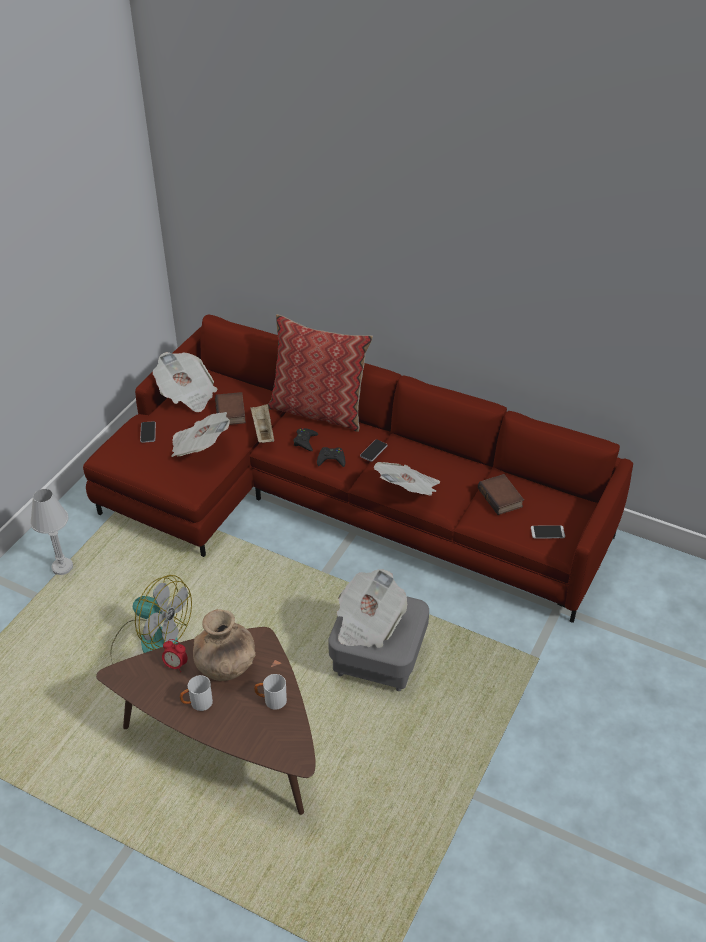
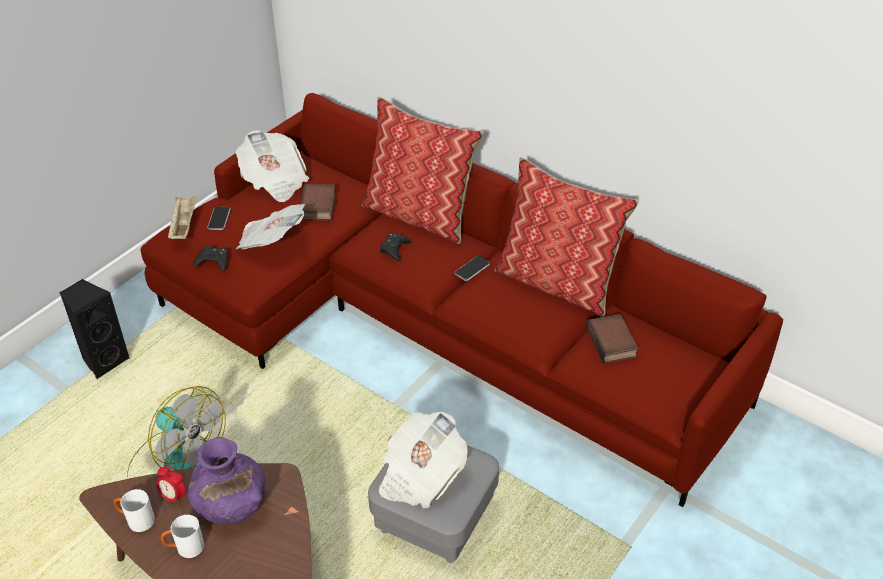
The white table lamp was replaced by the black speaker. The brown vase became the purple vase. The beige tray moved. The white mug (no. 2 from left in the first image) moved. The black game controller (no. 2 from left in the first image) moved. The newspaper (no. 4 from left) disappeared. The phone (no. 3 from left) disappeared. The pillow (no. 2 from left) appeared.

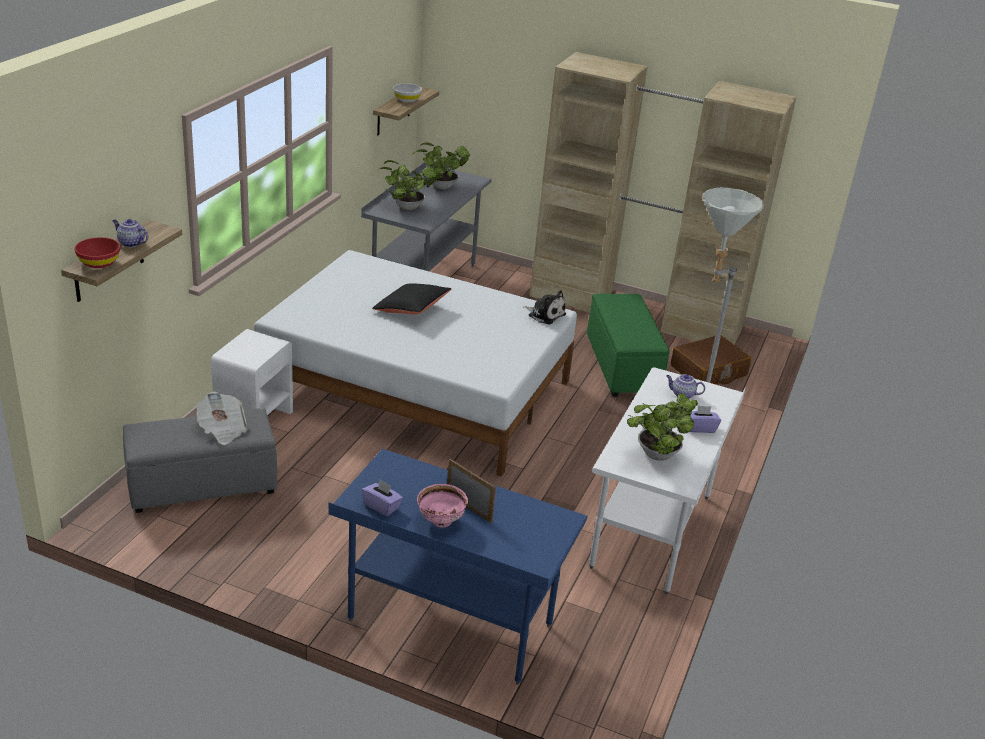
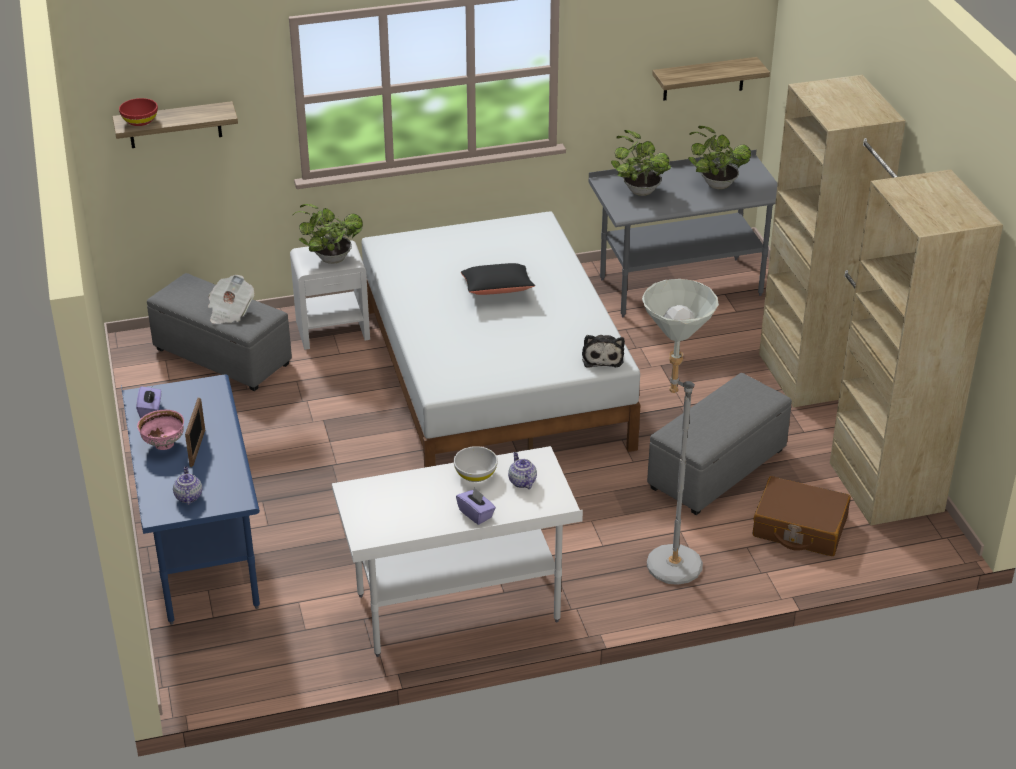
The teapot (no. 1 from left) moved. The white bowl moved. The green ottoman became the grey ottoman (no. 2 from left). The potted plant (no. 3 from left in the first image) moved.

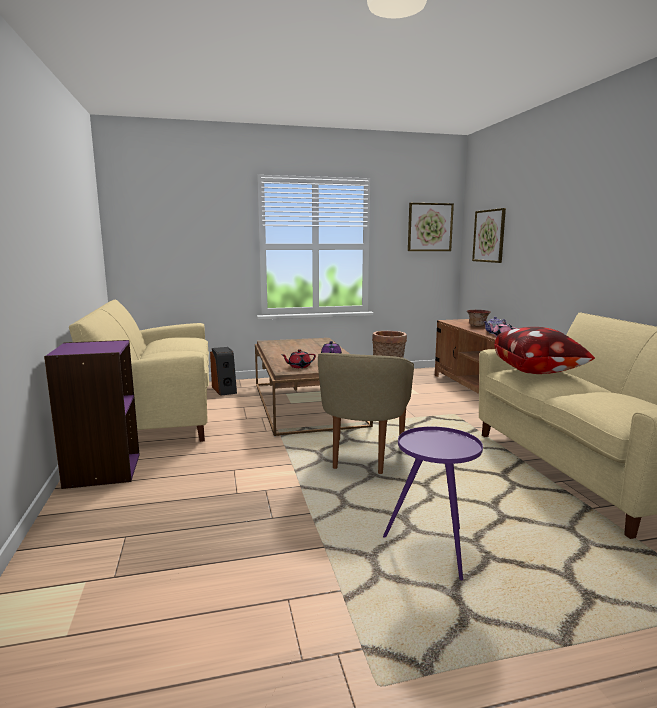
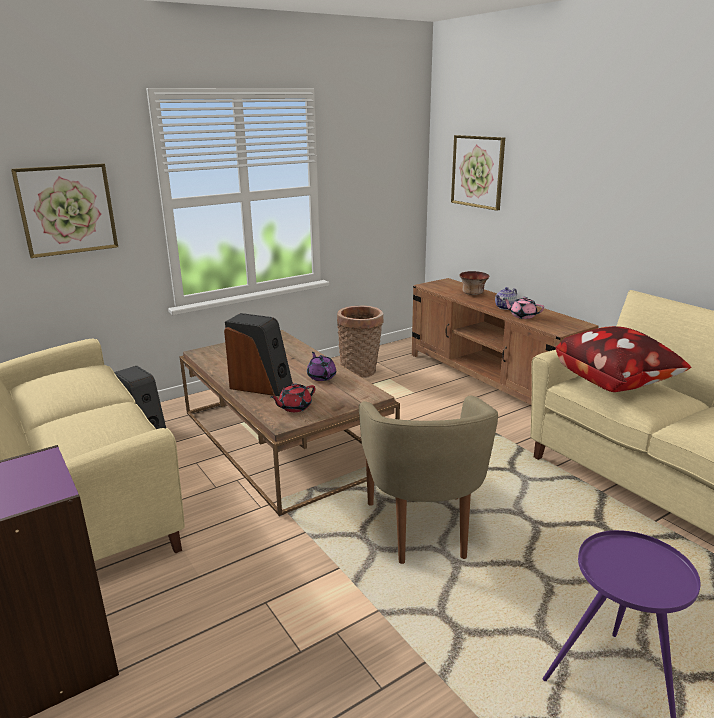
The picture (no. 1 from left) moved. The speaker (no. 2 from left) appeared.

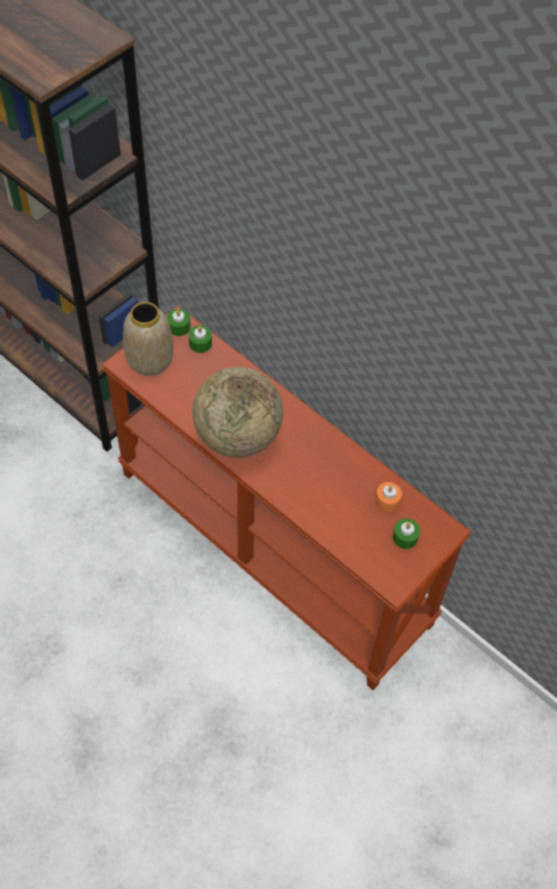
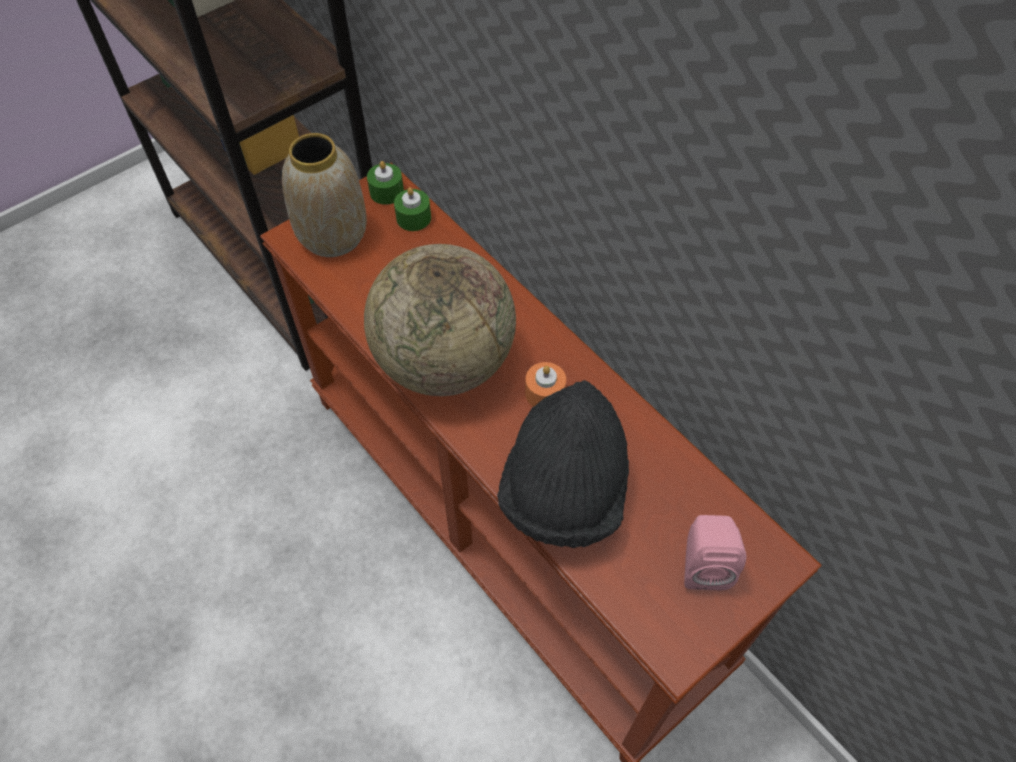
The orange candle moved. The green candle (no. 3 from left) was replaced by the pink speaker. The black hat appeared.

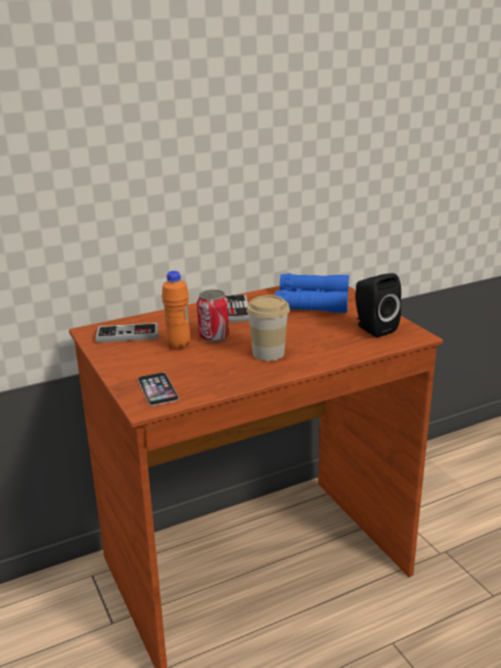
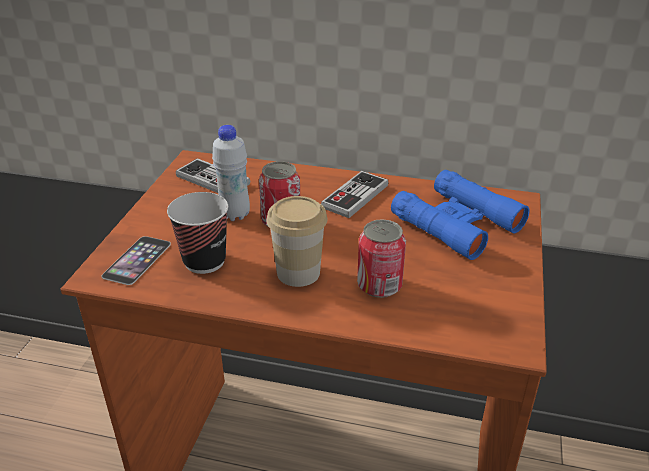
The orange bottle became the white bottle. The black speaker disappeared. The cup (no. 1 from left) appeared. The can (no. 2 from left) appeared.

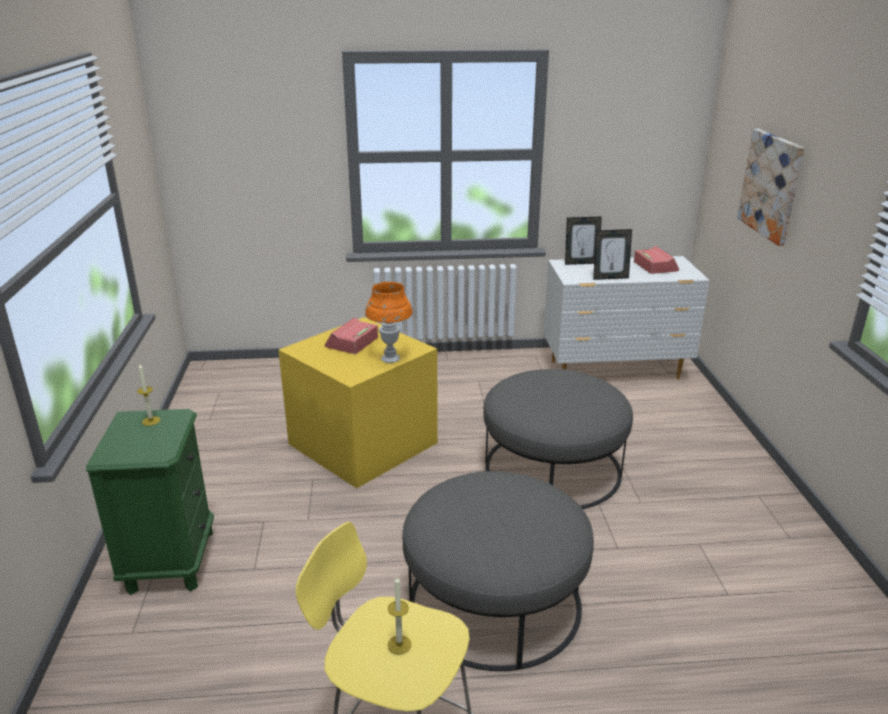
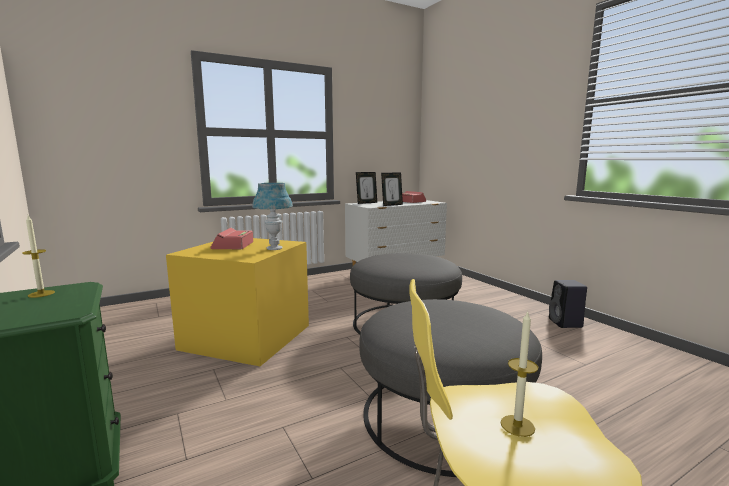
The orange table lamp became the blue table lamp. The picture disappeared. The black speaker appeared.

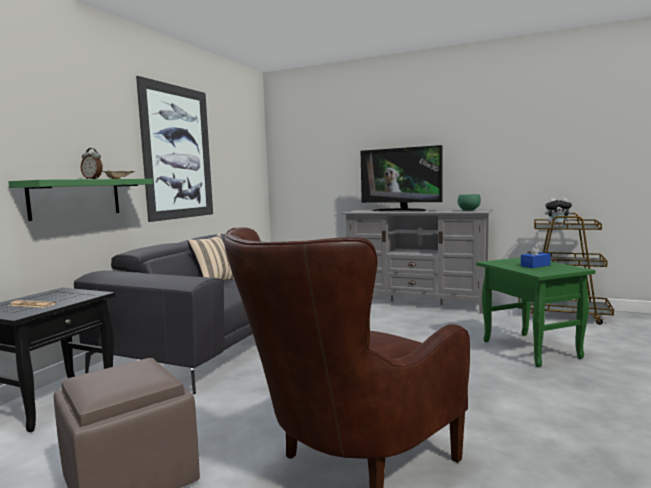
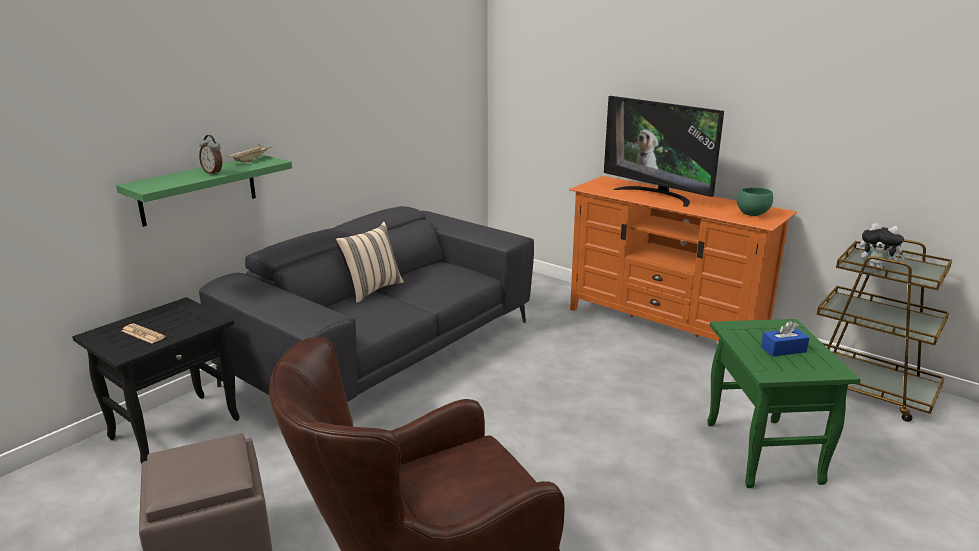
The picture disappeared. The grey tv stand became the orange tv stand.

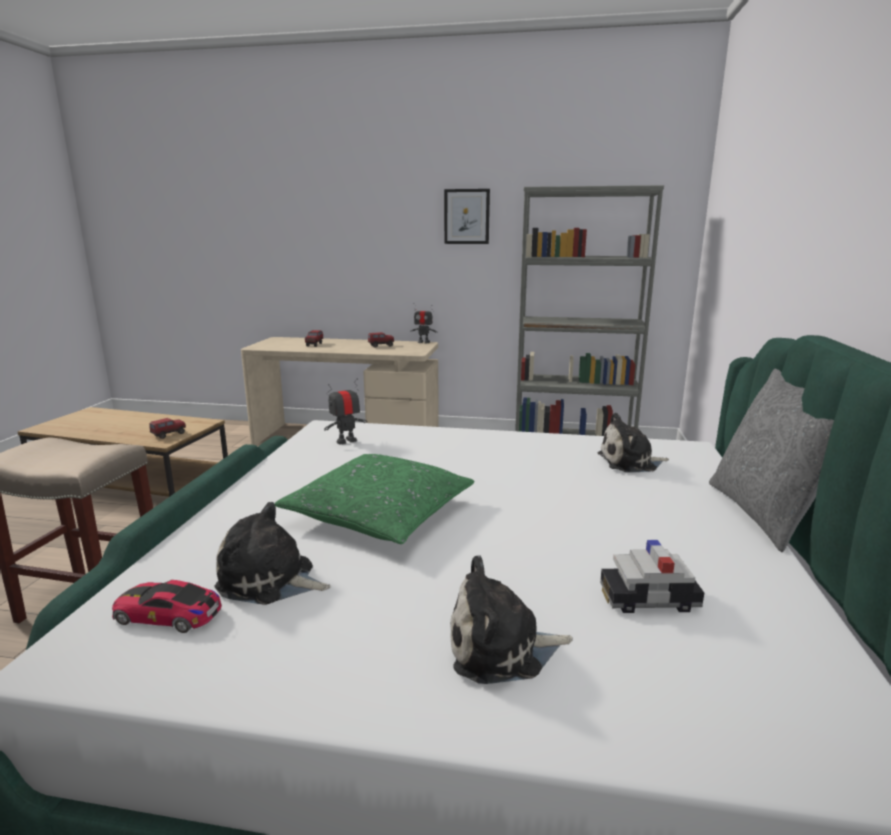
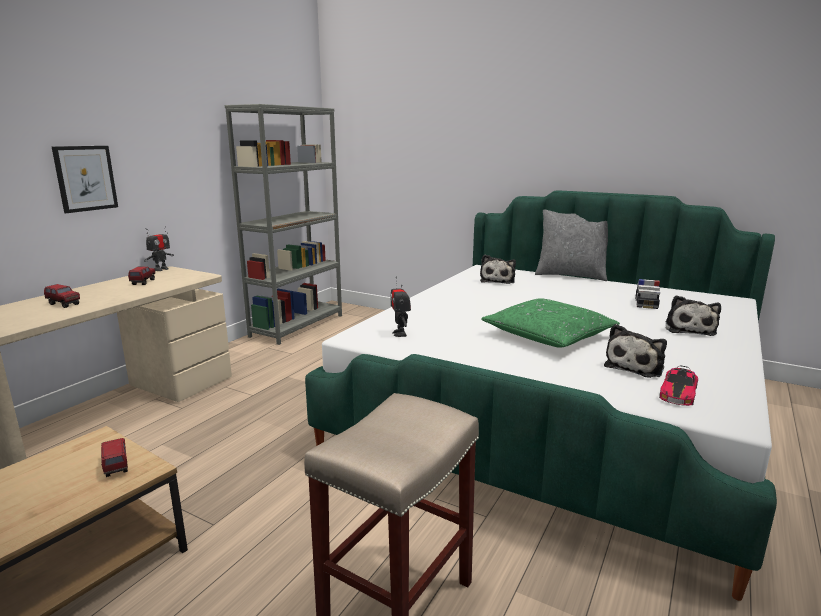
The picture moved.

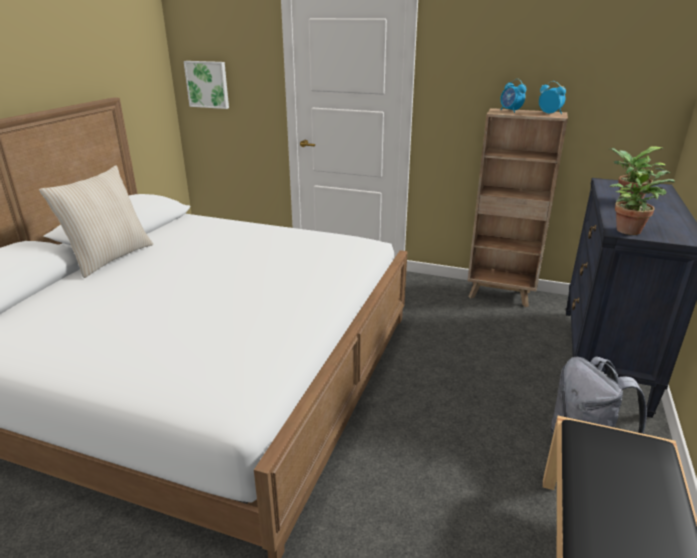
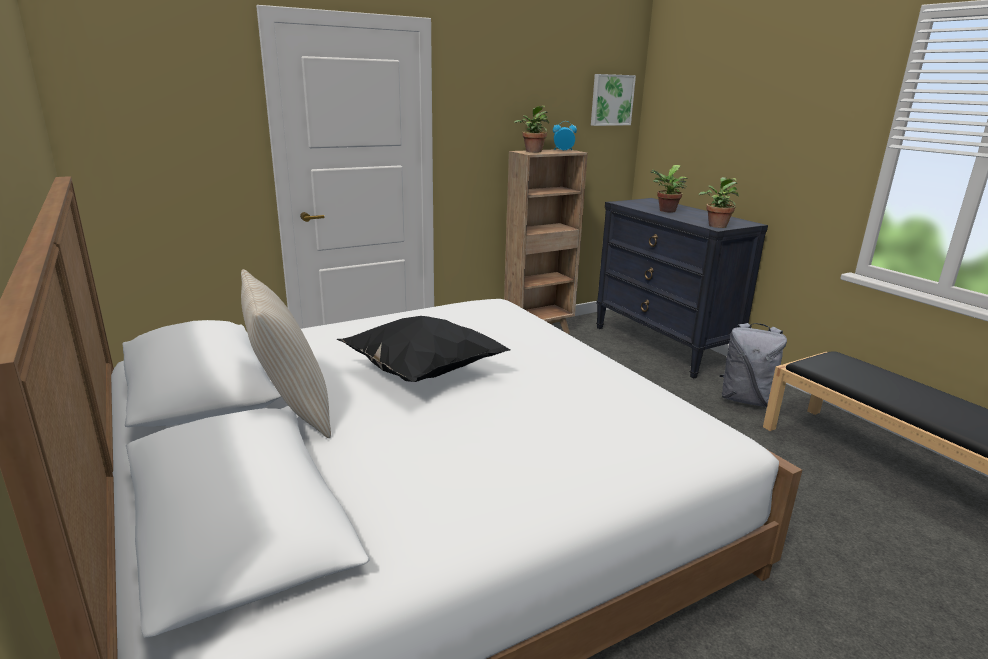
The picture moved. The alarm clock (no. 1 from left) was replaced by the potted plant (no. 1 from left). The black pillow appeared.

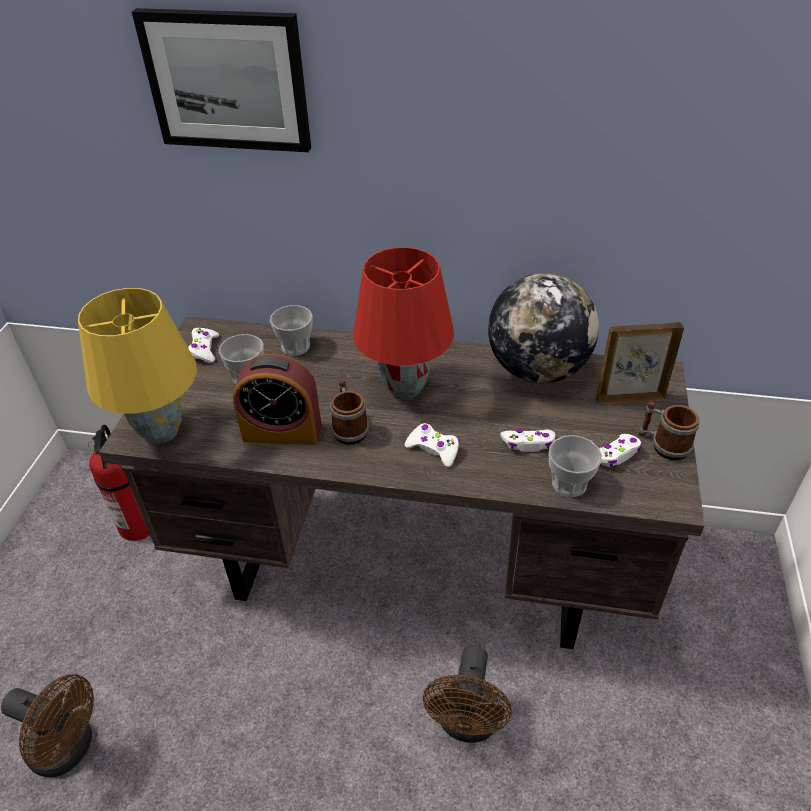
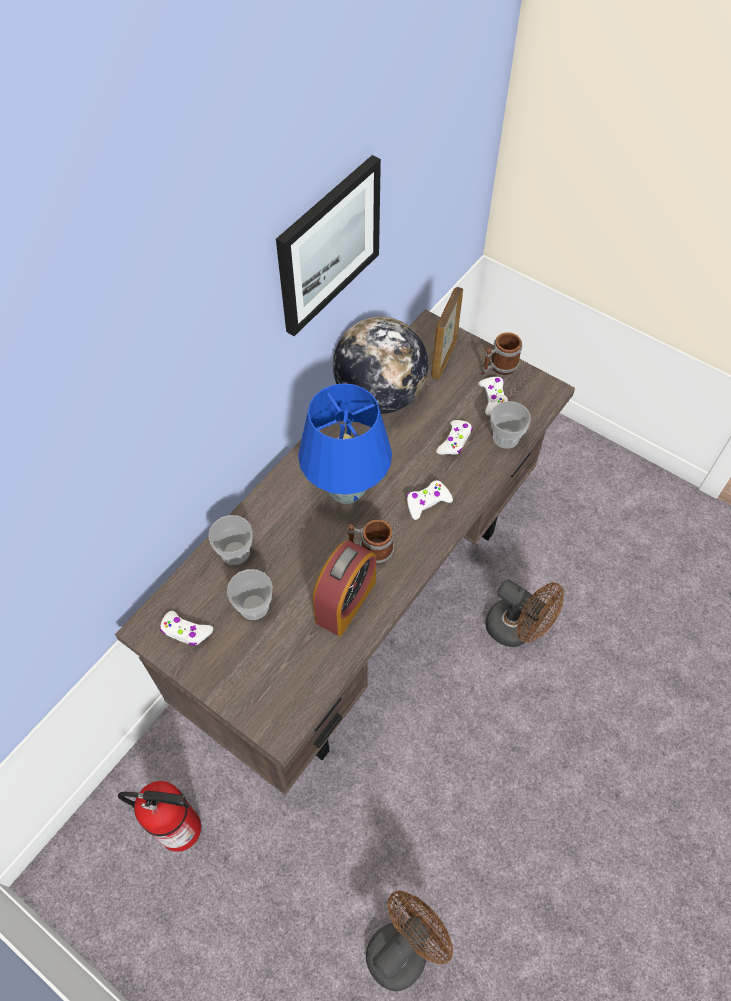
The yellow table lamp disappeared. The picture moved. The red table lamp became the blue table lamp.

